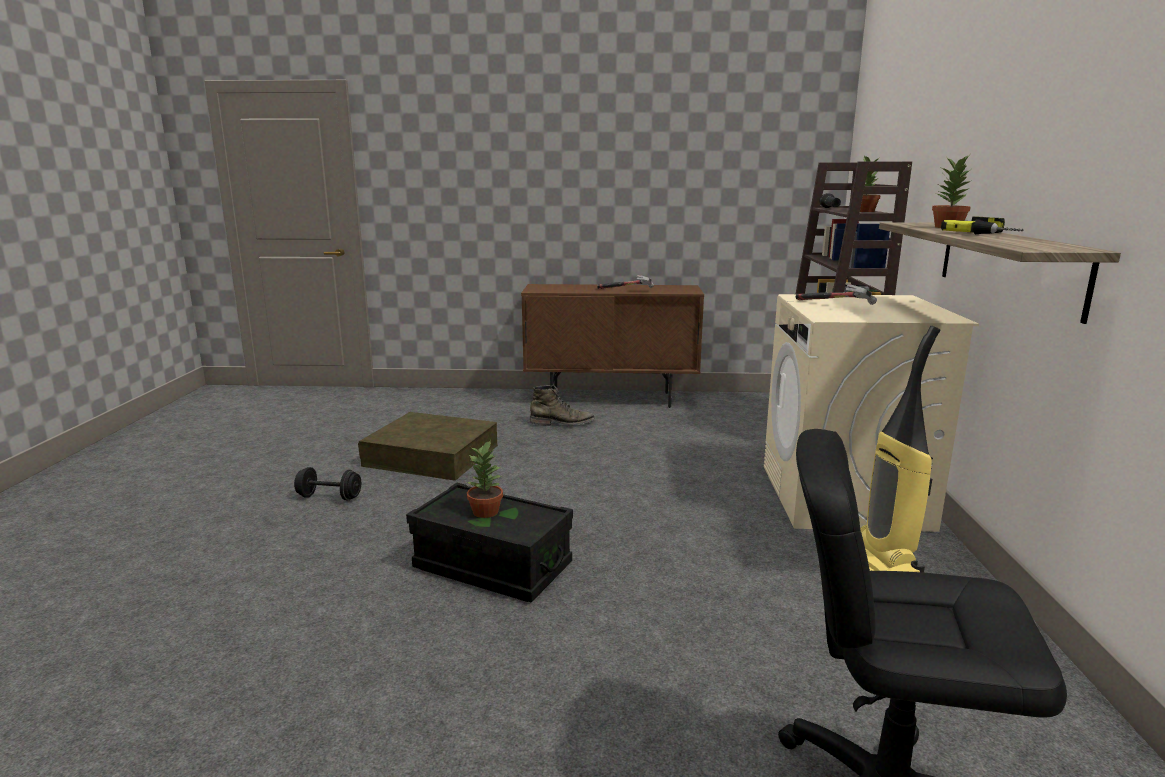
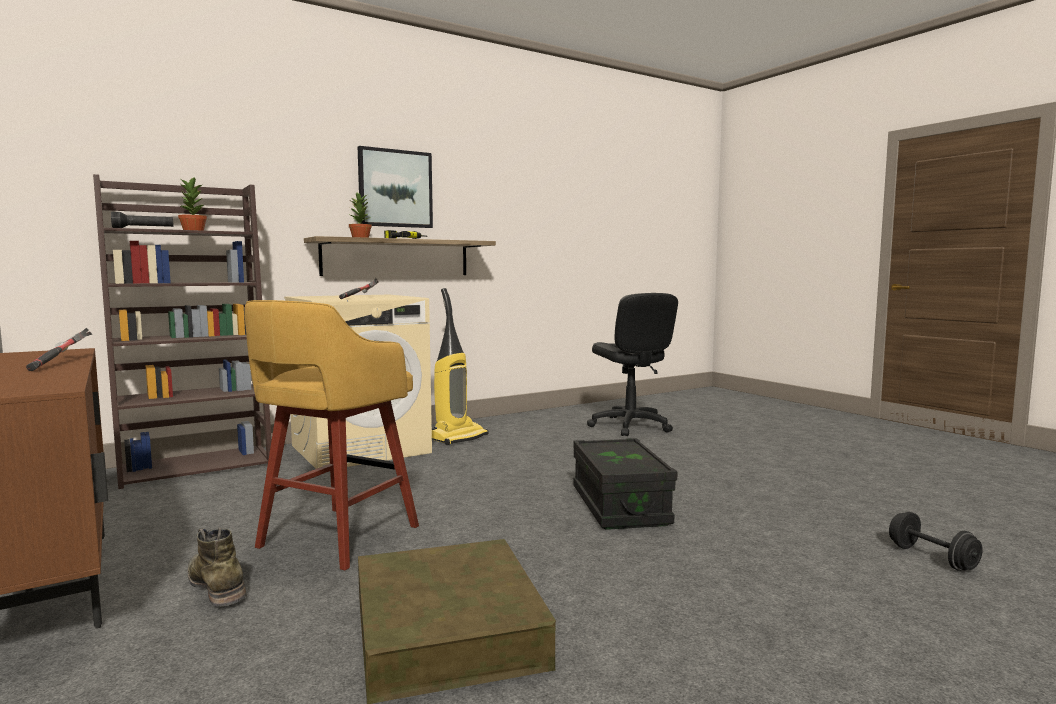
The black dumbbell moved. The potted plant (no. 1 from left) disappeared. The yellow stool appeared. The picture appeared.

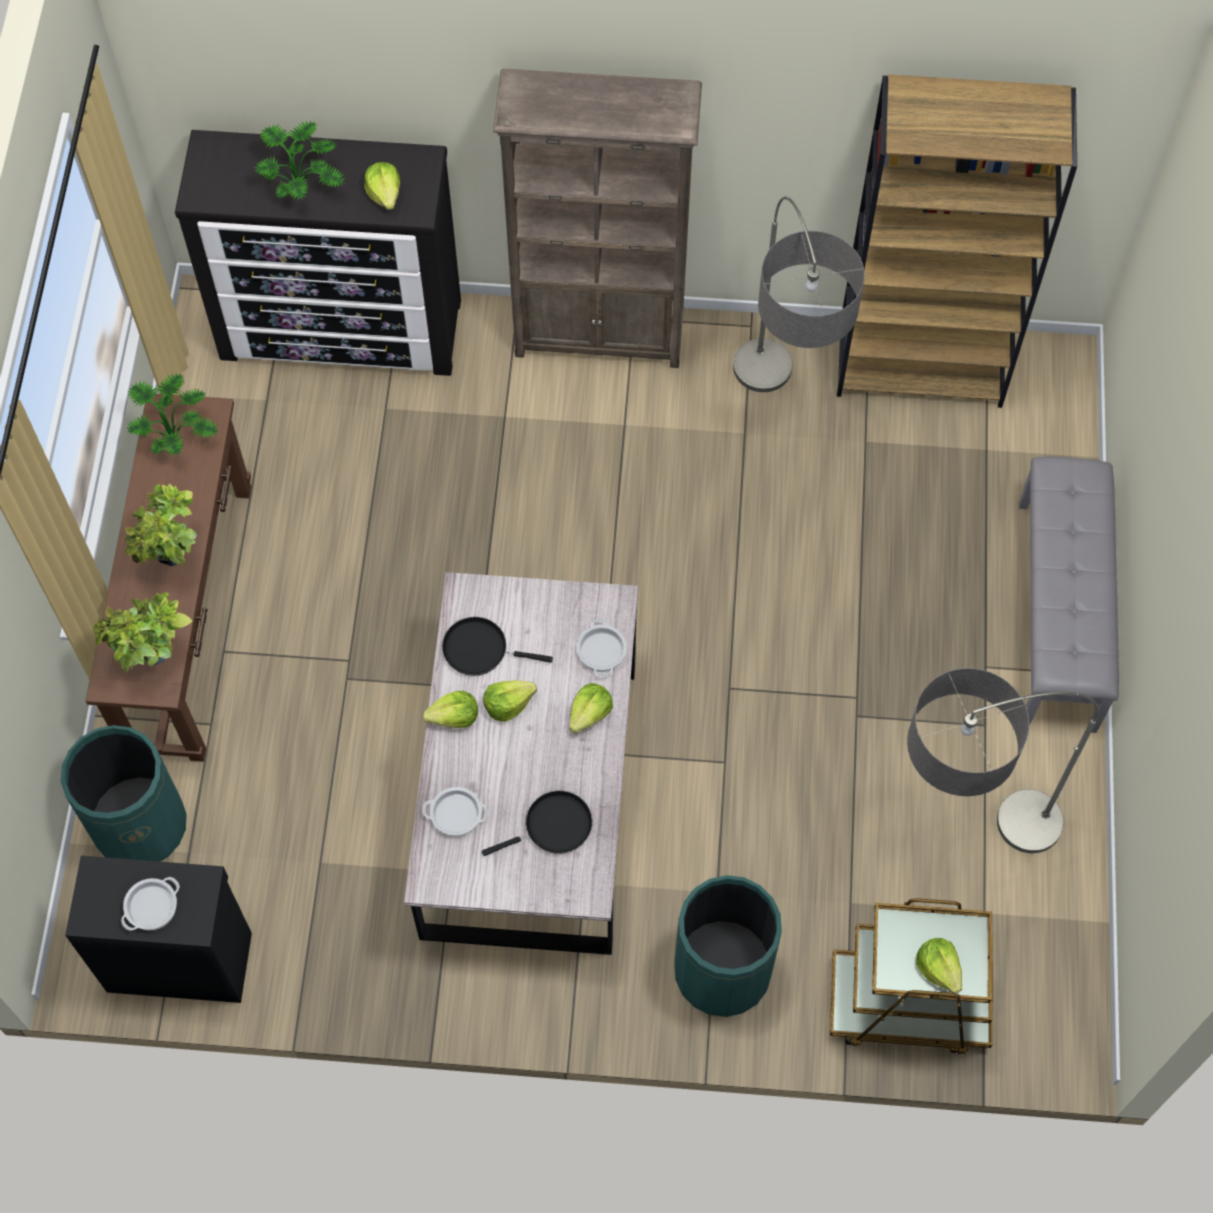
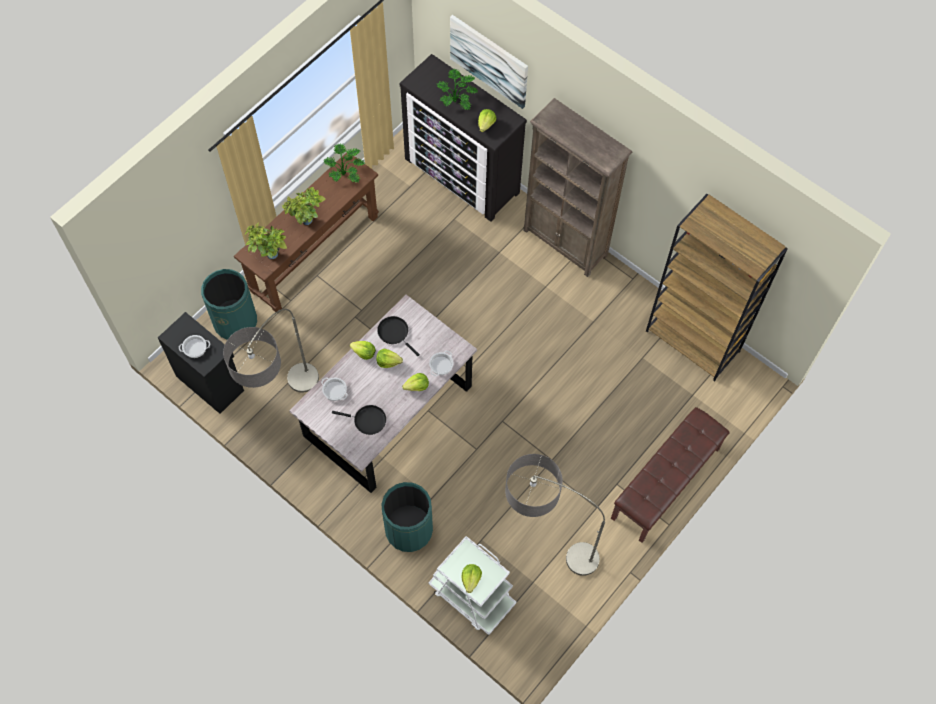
The floor lamp (no. 1 from left) moved. The brown cart became the white cart. The grey bench became the brown bench. The picture appeared.

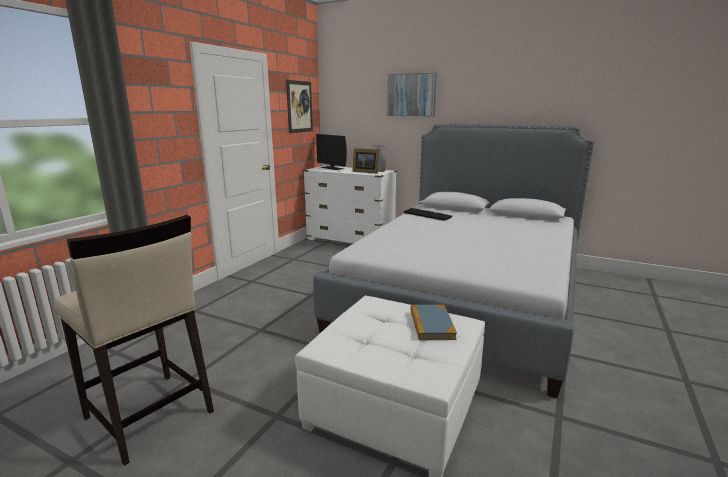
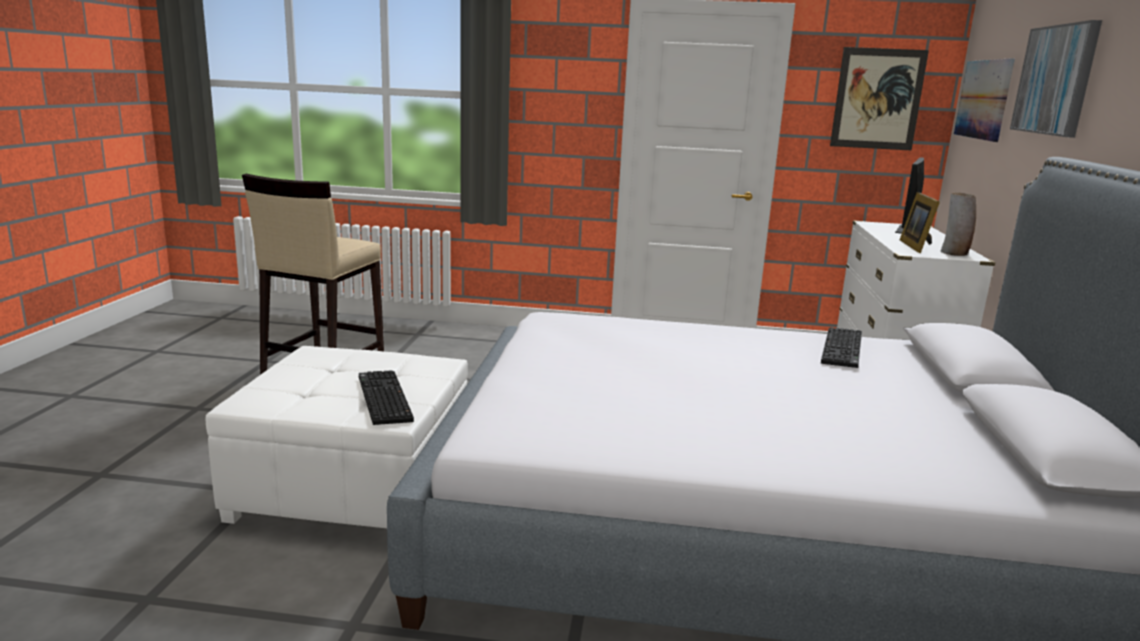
The book was replaced by the keyboard (no. 1 from left). The picture (no. 2 from left) appeared.

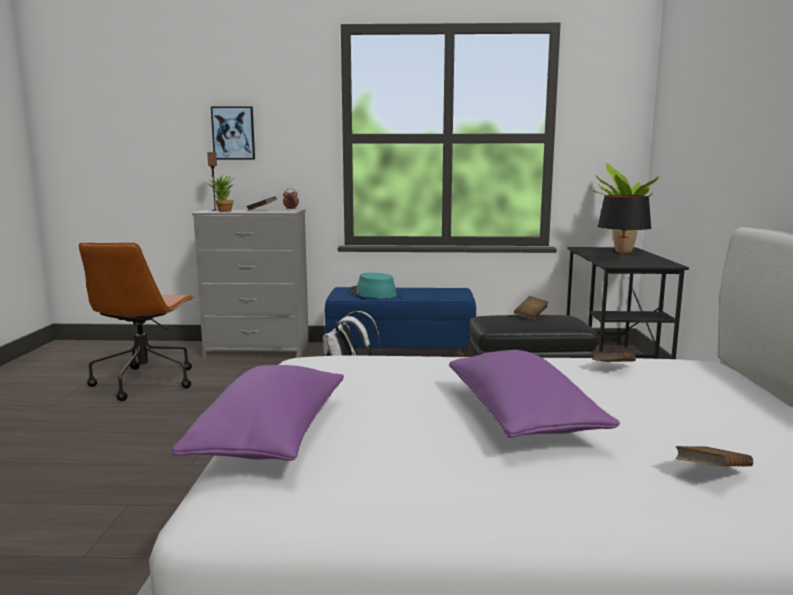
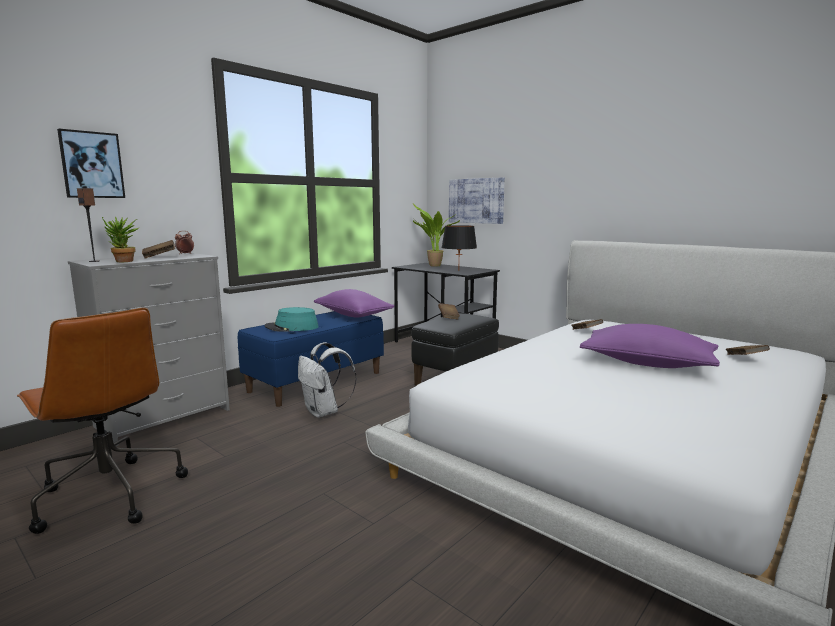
The purple pillow (no. 1 from left) moved. The picture (no. 2 from left) appeared.

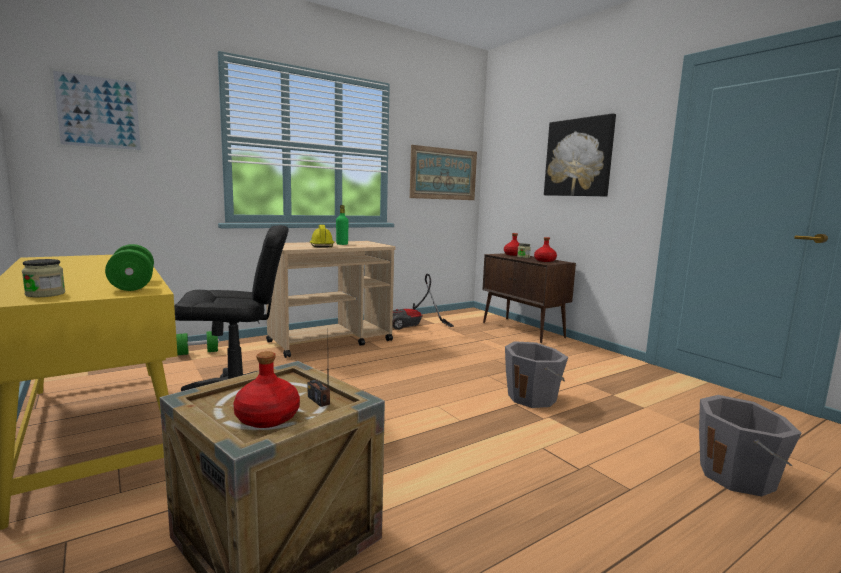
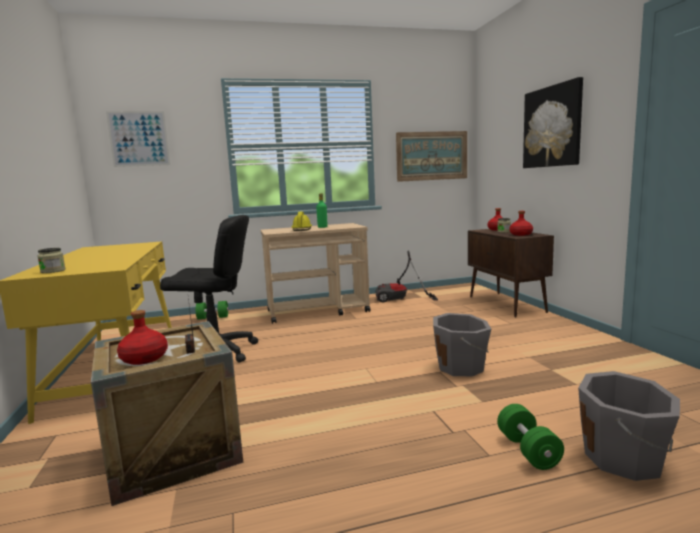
The green dumbbell (no. 1 from left in the first image) moved.

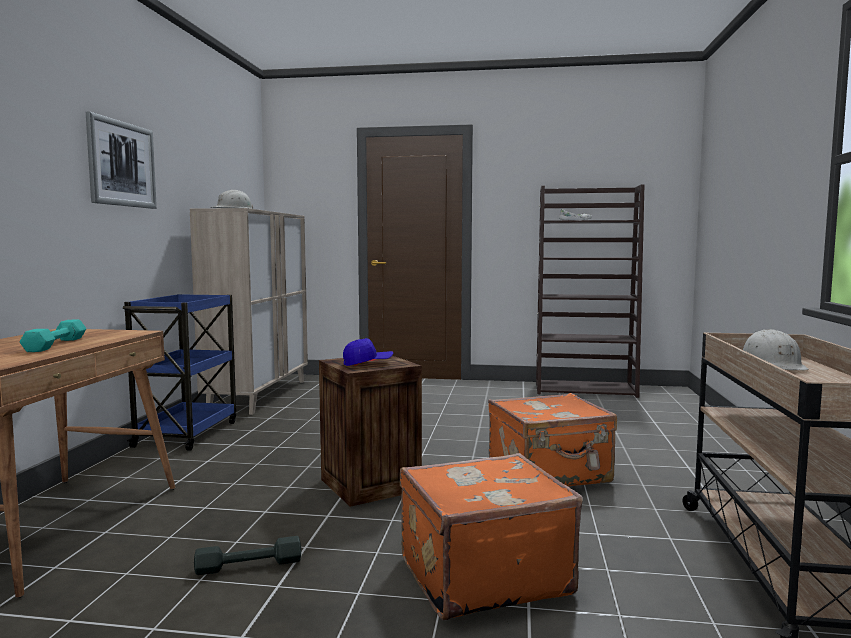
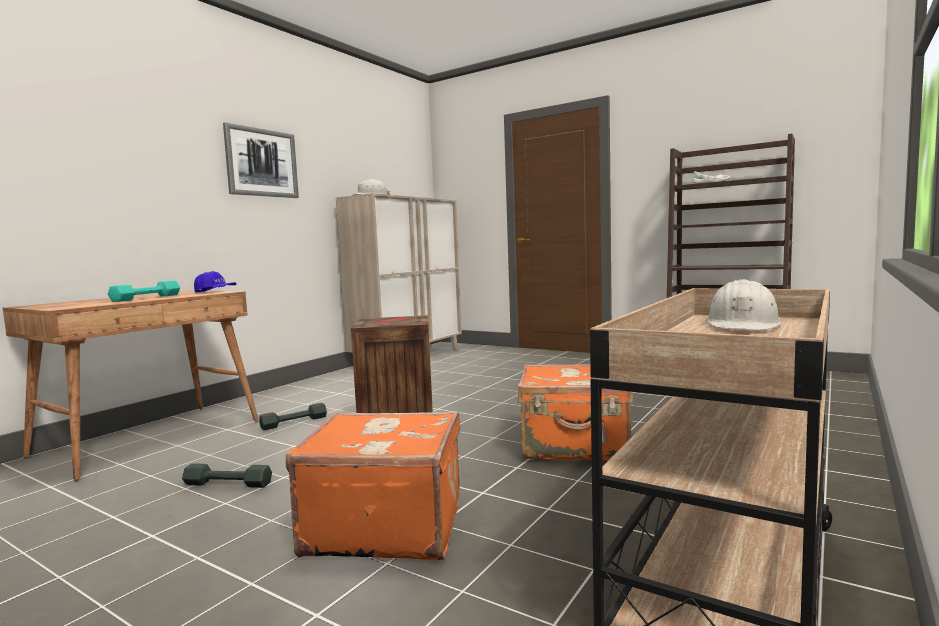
The blue cart disappeared. The blue cap moved. The grey dumbbell (no. 2 from left) appeared.

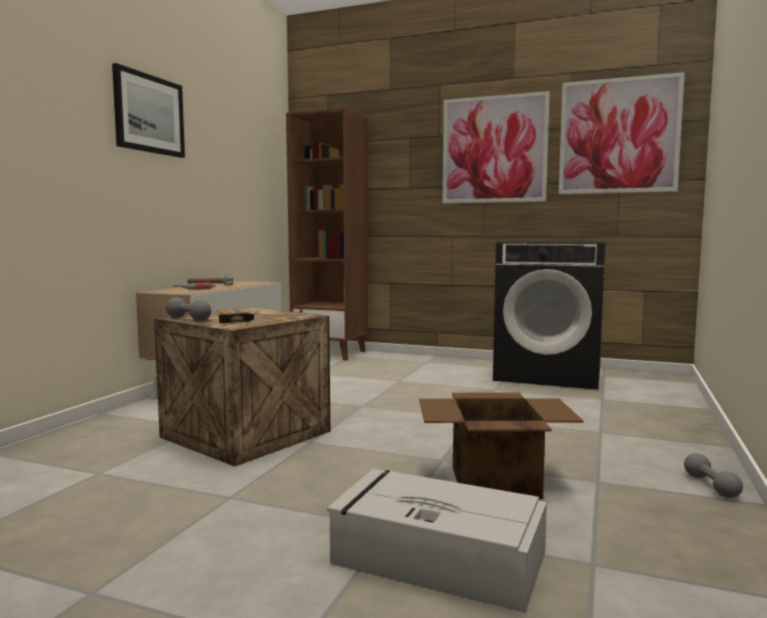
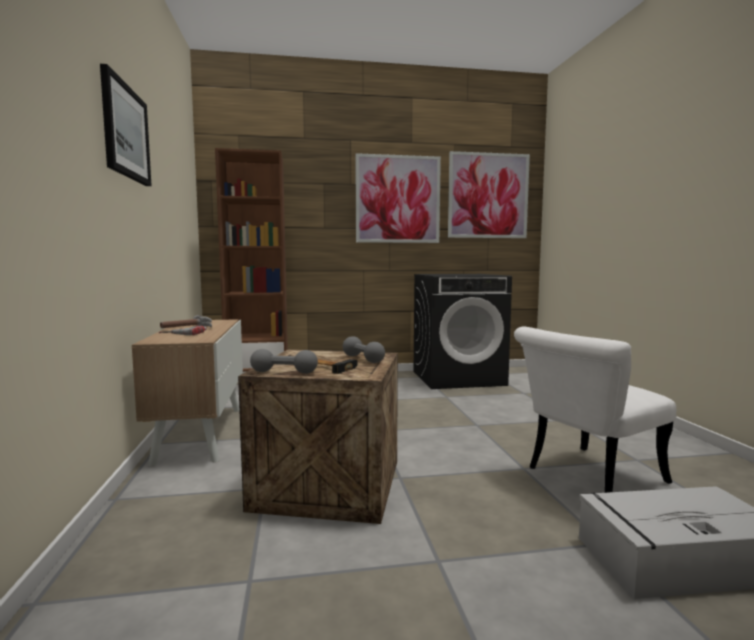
The cardboard box was replaced by the white chair. The grey dumbbell (no. 2 from left) moved.

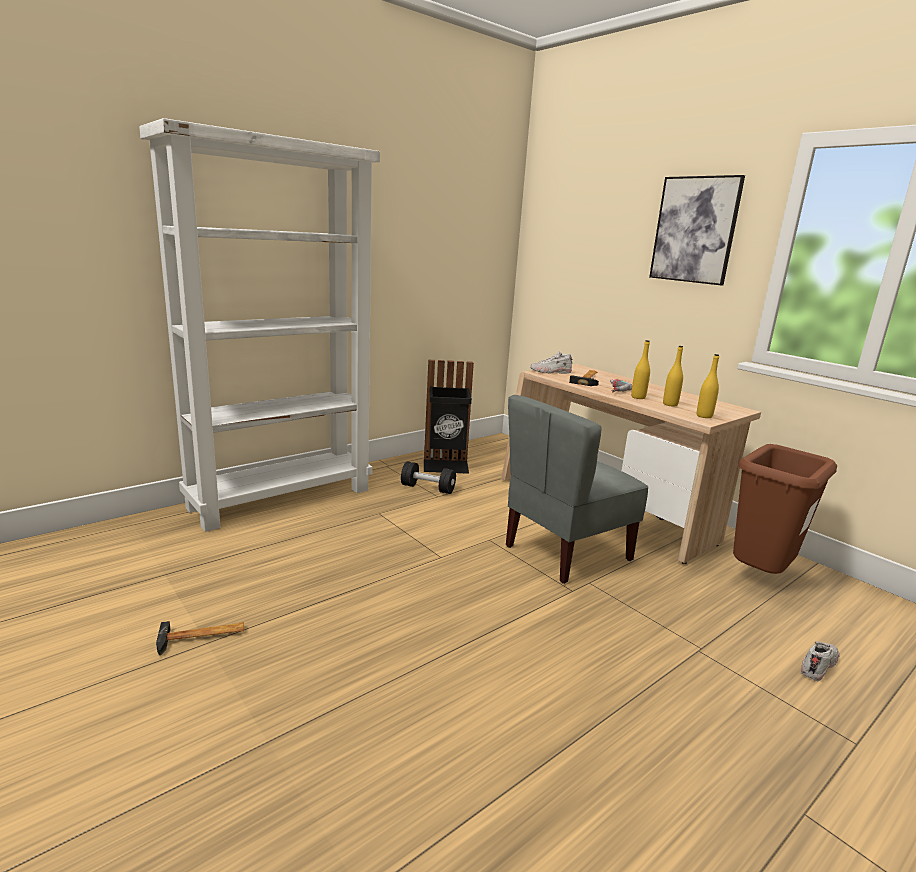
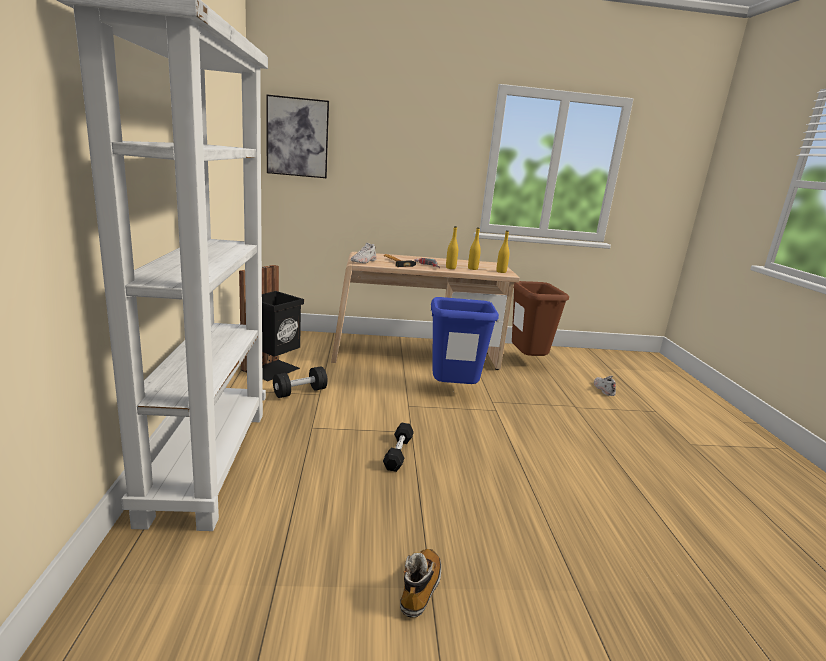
The hammer (no. 1 from left) was replaced by the boot. The grey chair was replaced by the blue trash can. The picture moved. The black dumbbell (no. 2 from left) appeared.

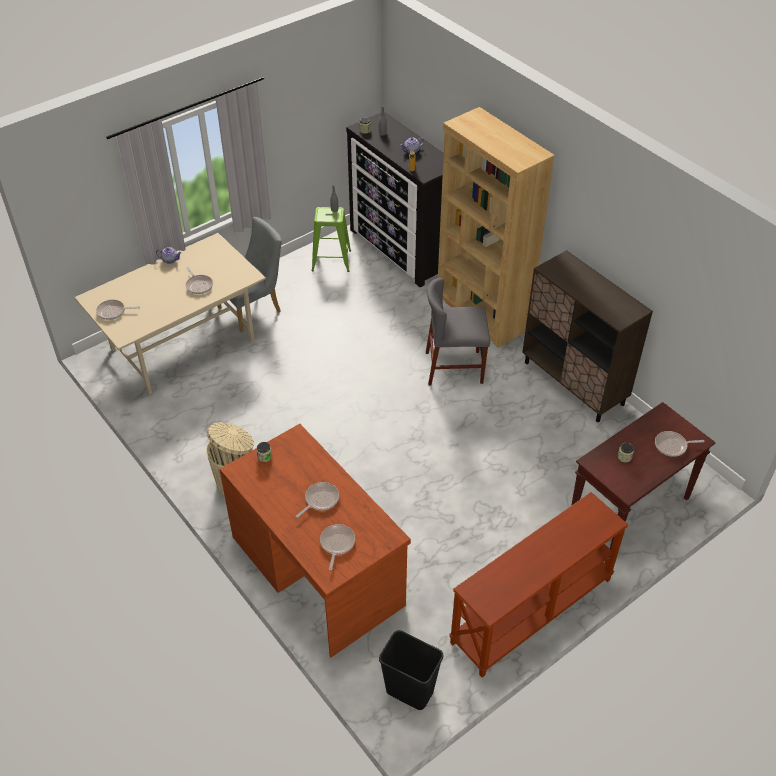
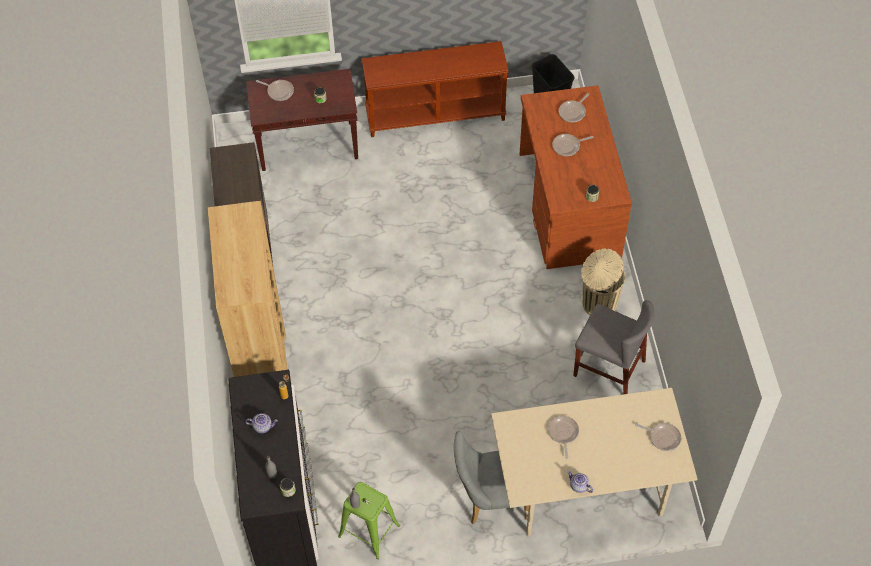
The grey chair (no. 2 from left) moved.

